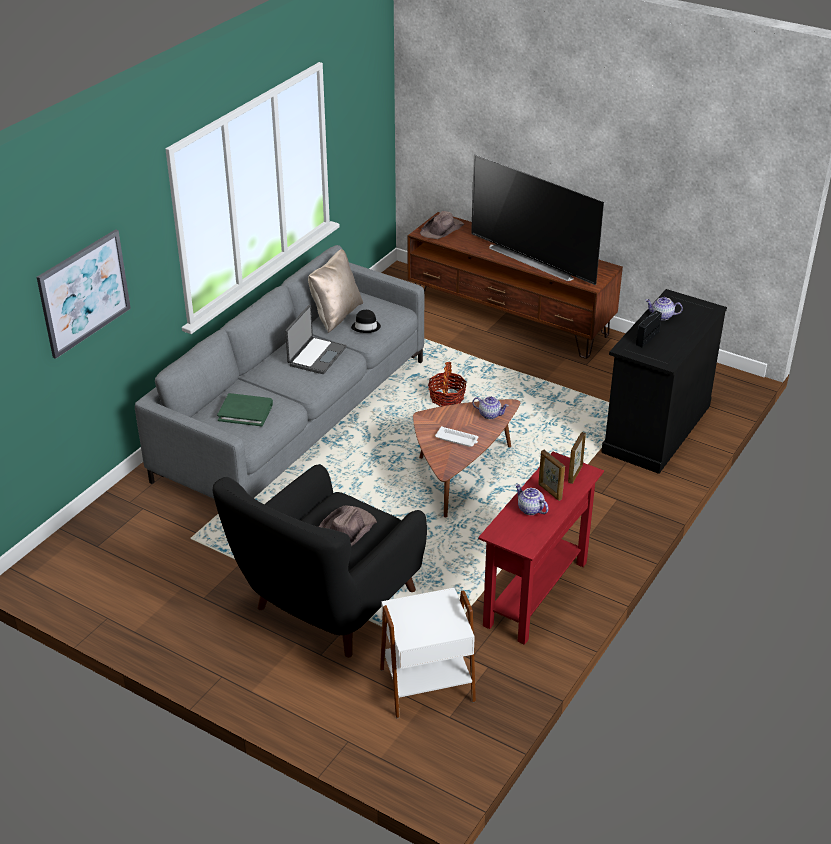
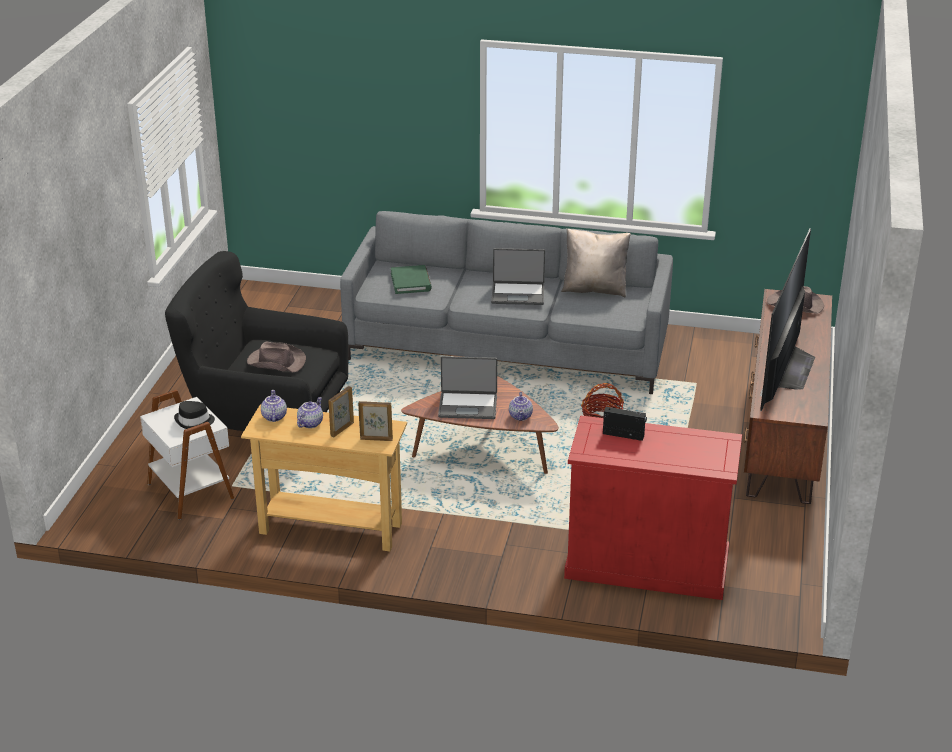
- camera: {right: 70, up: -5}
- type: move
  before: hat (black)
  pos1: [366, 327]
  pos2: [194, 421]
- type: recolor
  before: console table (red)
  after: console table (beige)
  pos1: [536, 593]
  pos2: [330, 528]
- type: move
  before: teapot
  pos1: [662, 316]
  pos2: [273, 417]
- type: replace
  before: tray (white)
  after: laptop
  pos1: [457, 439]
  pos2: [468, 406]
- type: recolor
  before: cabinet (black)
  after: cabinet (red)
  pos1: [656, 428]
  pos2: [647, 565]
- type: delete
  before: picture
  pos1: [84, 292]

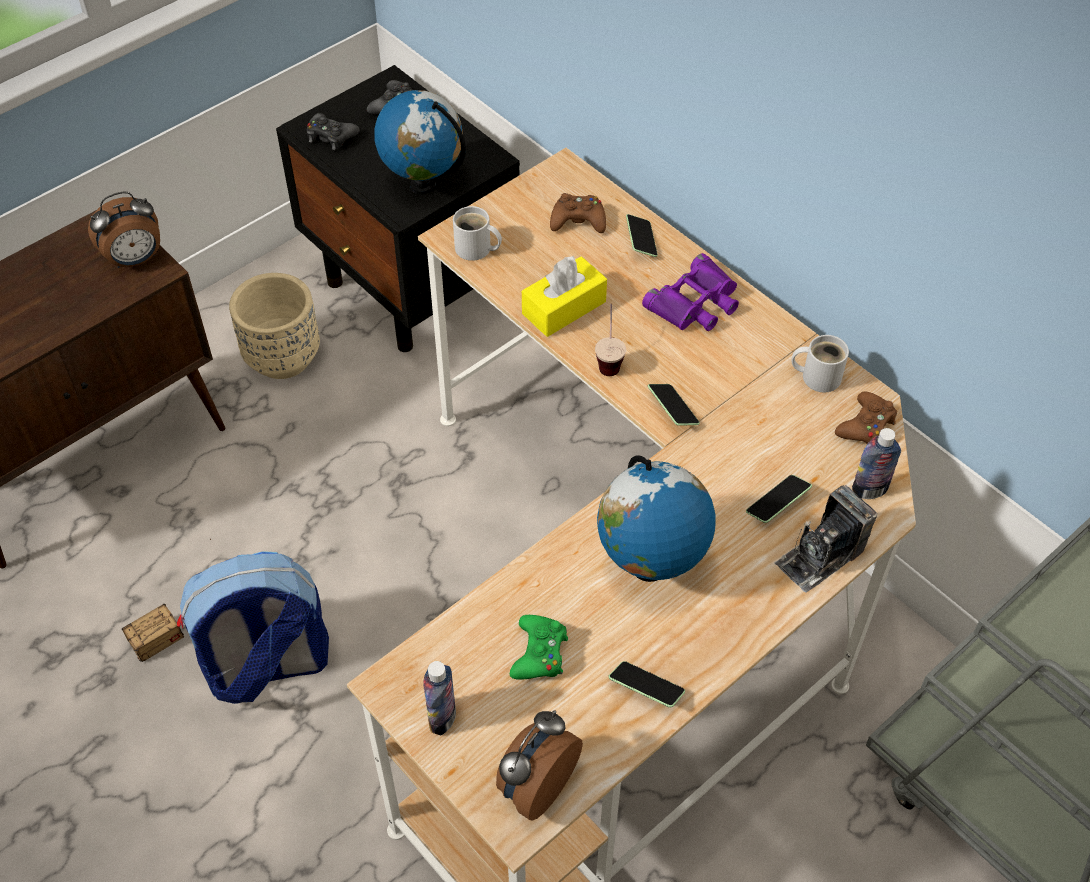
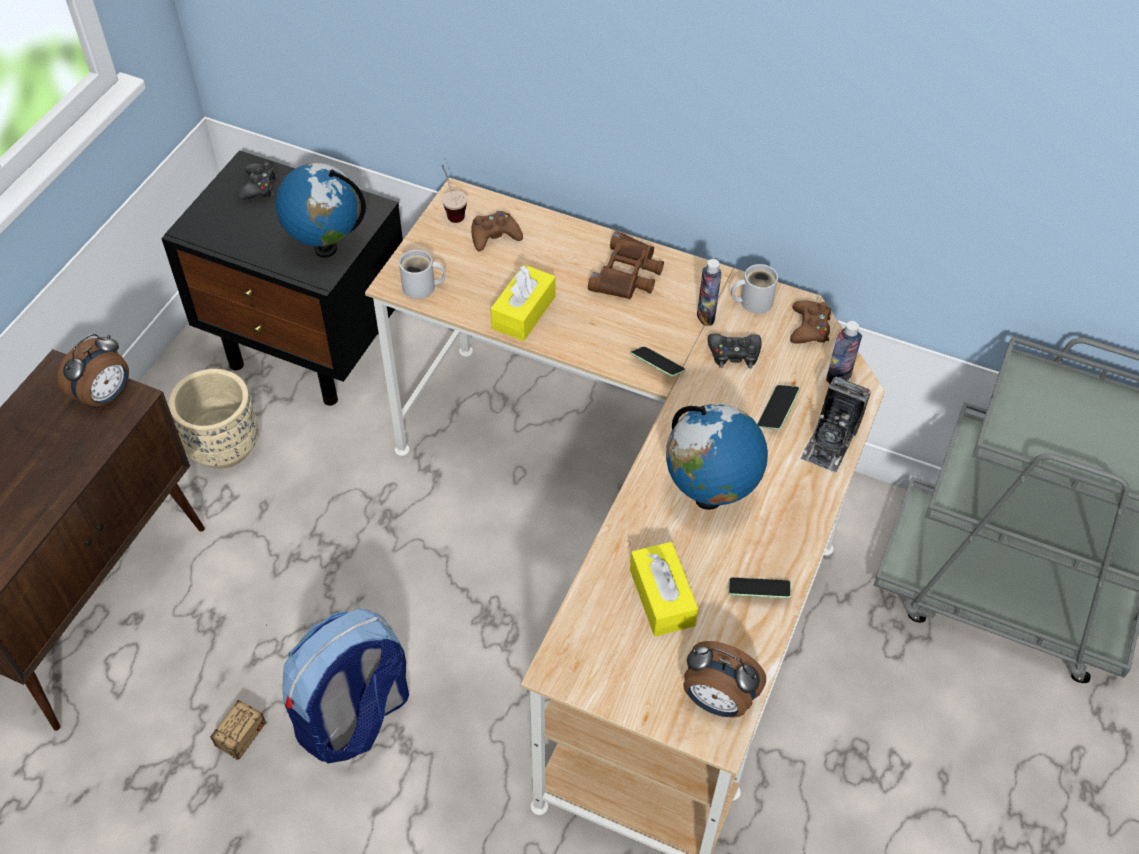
- camera: {right: -25, up: 0}
- type: move
  before: cup
  pos1: [609, 359]
  pos2: [452, 210]
- type: recolor
  before: binoculars (purple)
  after: binoculars (brown)
  pos1: [695, 303]
  pos2: [627, 274]
- type: replace
  before: game controller (green)
  after: tissue box (yellow)
  pos1: [539, 653]
  pos2: [662, 597]
- type: rotate
  before: alarm clock
  pos1: [535, 785]
  pos2: [717, 701]
  turn: -75
- type: move
  before: bottle
  pos1: [442, 718]
  pos2: [706, 315]
- type: move
  before: game controller (black)
  pos1: [331, 136]
  pos2: [734, 354]
- type: delete
  before: phone
  pos1: [641, 241]

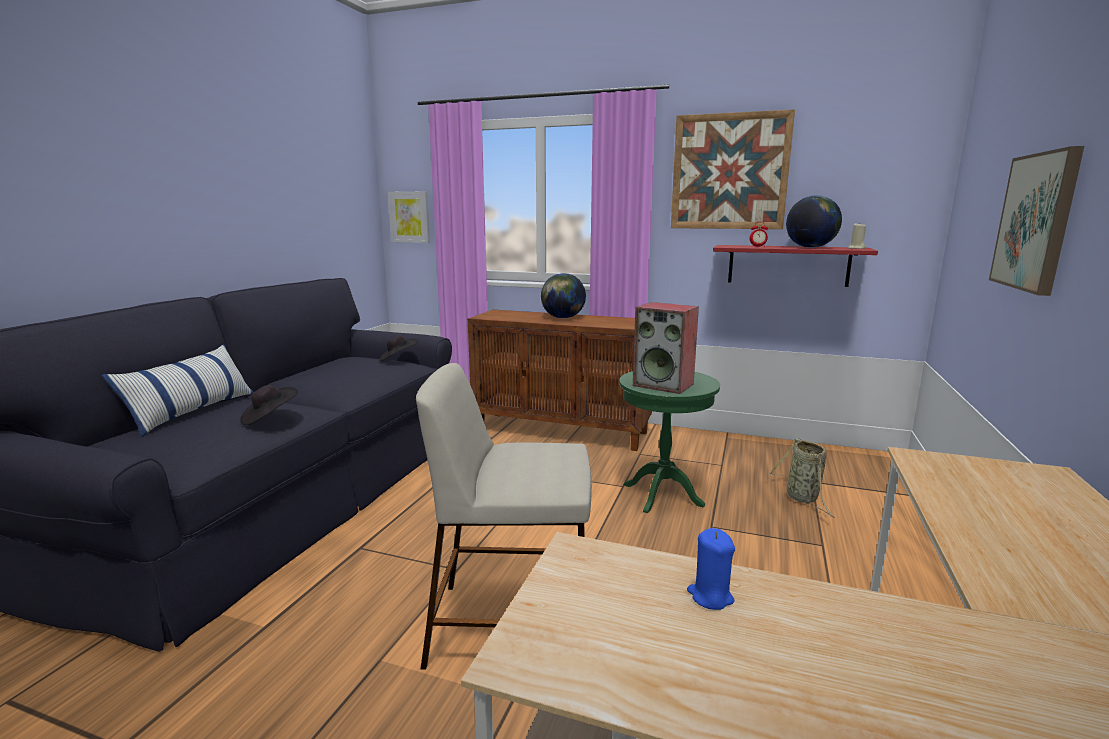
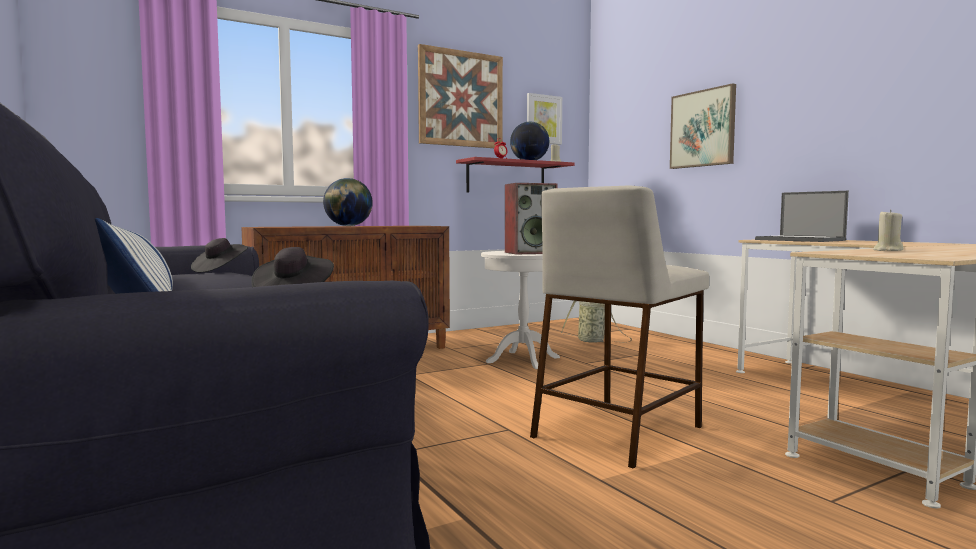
- camera: {right: -50, up: -10}
- type: recolor
  before: side table (green)
  after: side table (white)
  pos1: [663, 495]
  pos2: [523, 360]
- type: move
  before: picture
  pos1: [409, 217]
  pos2: [543, 119]
- type: insert
  after: laptop
  pos2: [801, 240]
- type: recolor
  before: candle (blue)
  after: candle (beige)
  pos1: [710, 596]
  pos2: [887, 250]

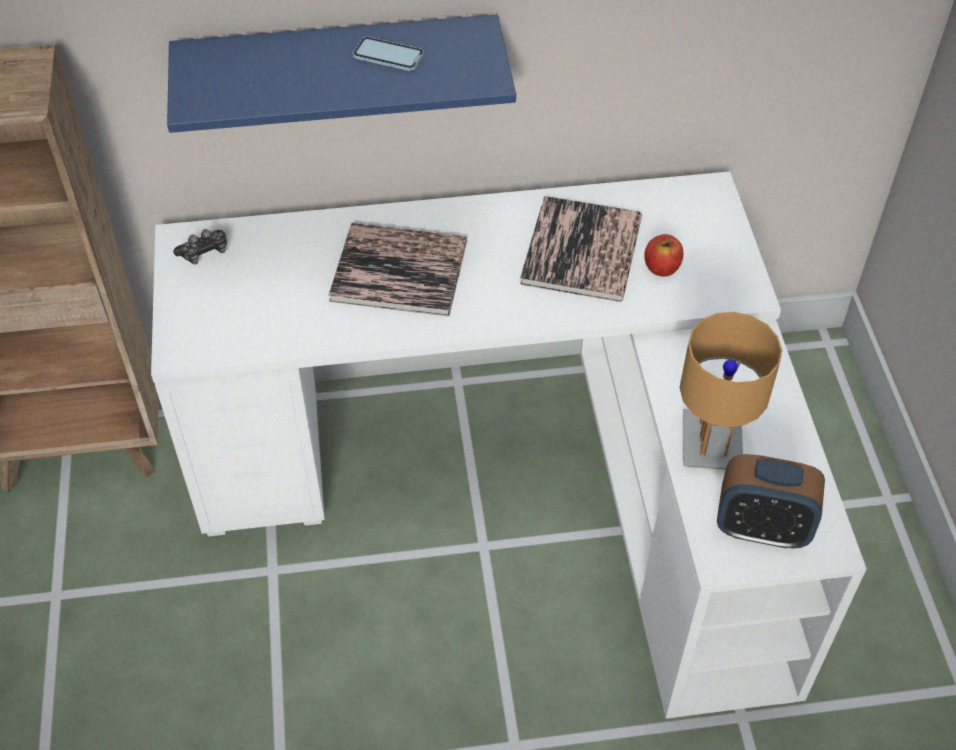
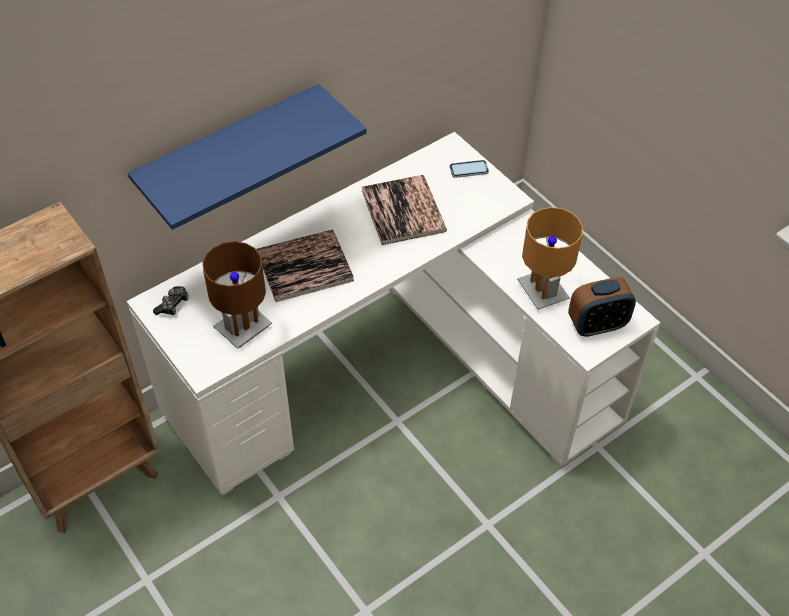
- camera: {right: -30, up: 0}
- type: insert
  after: table lamp (brown)
  pos2: [243, 328]
- type: move
  before: phone
  pos1: [388, 56]
  pos2: [469, 170]
- type: delete
  before: apple
  pos1: [661, 267]

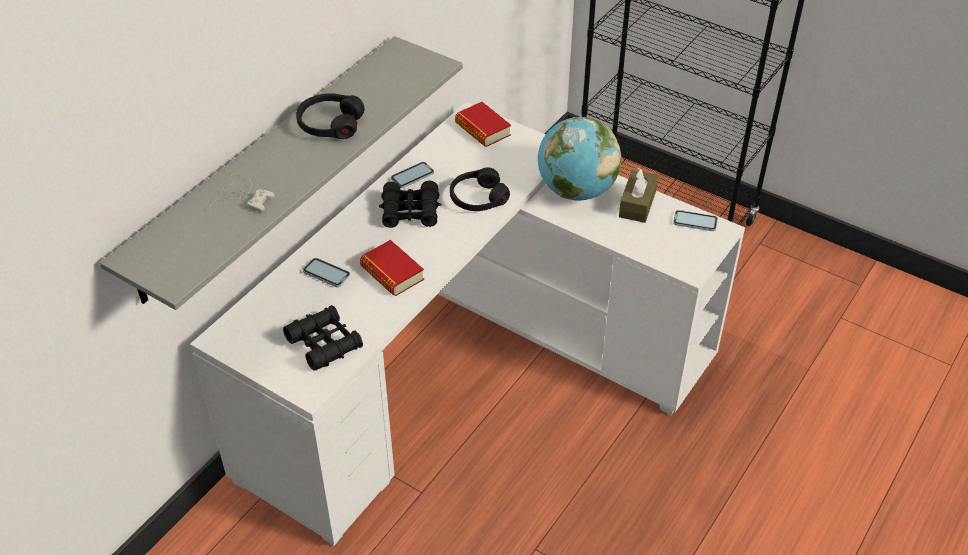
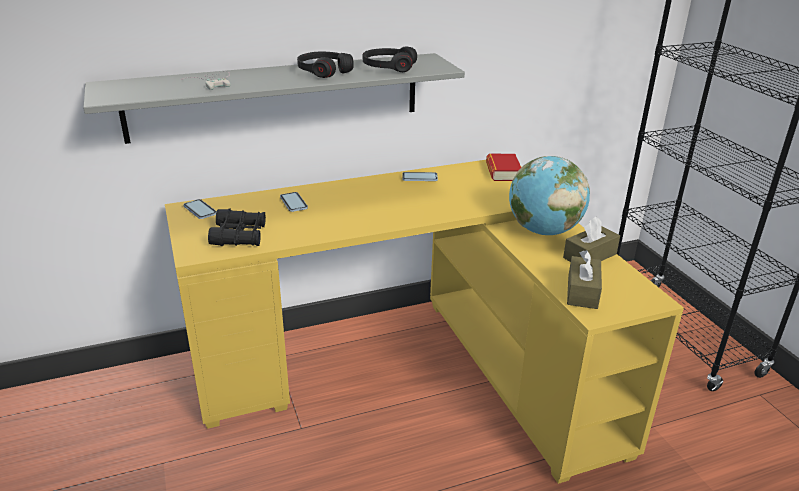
- camera: {right: 35, up: -15}
- type: recolor
  before: desk (white)
  after: desk (yellow)
  pos1: [466, 370]
  pos2: [415, 367]
- type: move
  before: phone
  pos1: [695, 222]
  pos2: [200, 210]
- type: move
  before: headphones (black)
  pos1: [478, 198]
  pos2: [389, 67]
- type: insert
  after: tissue box (brown)
  pos2: [582, 291]
- type: delete
  before: book
  pos1: [392, 273]
- type: delete
  before: binoculars (black)
  pos1: [410, 211]

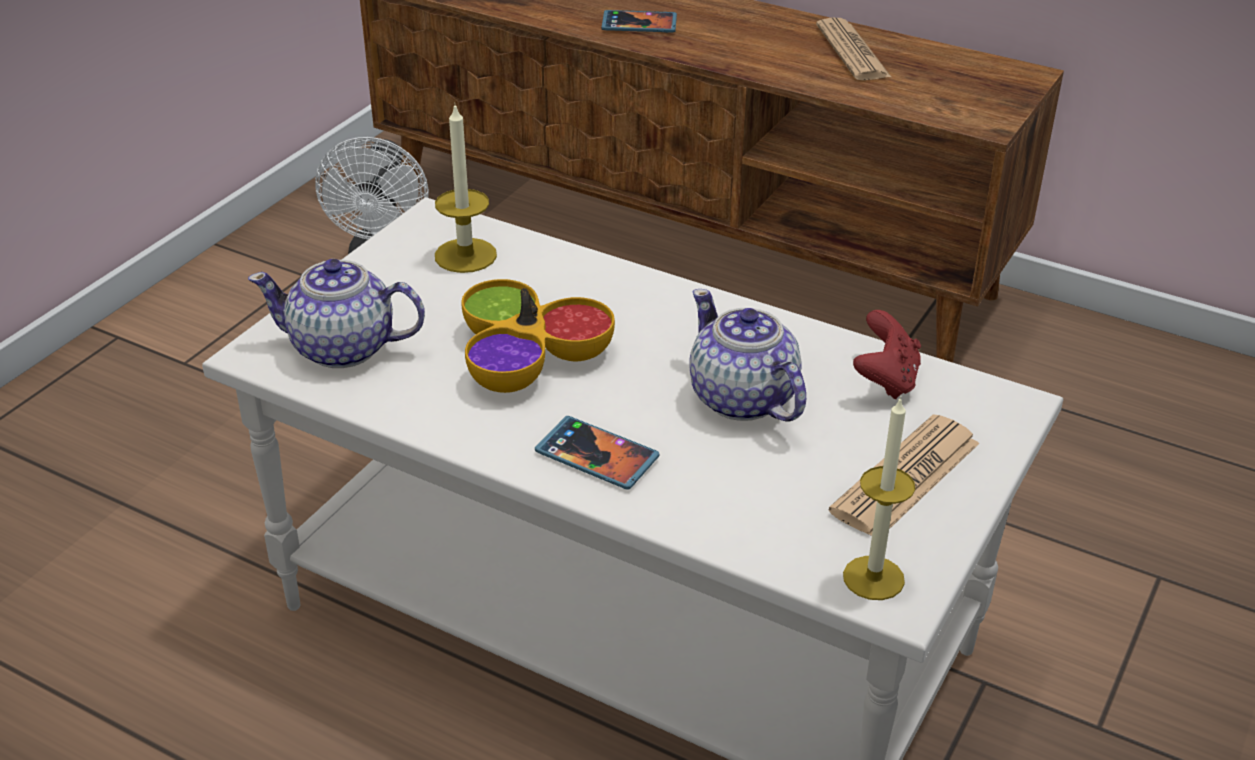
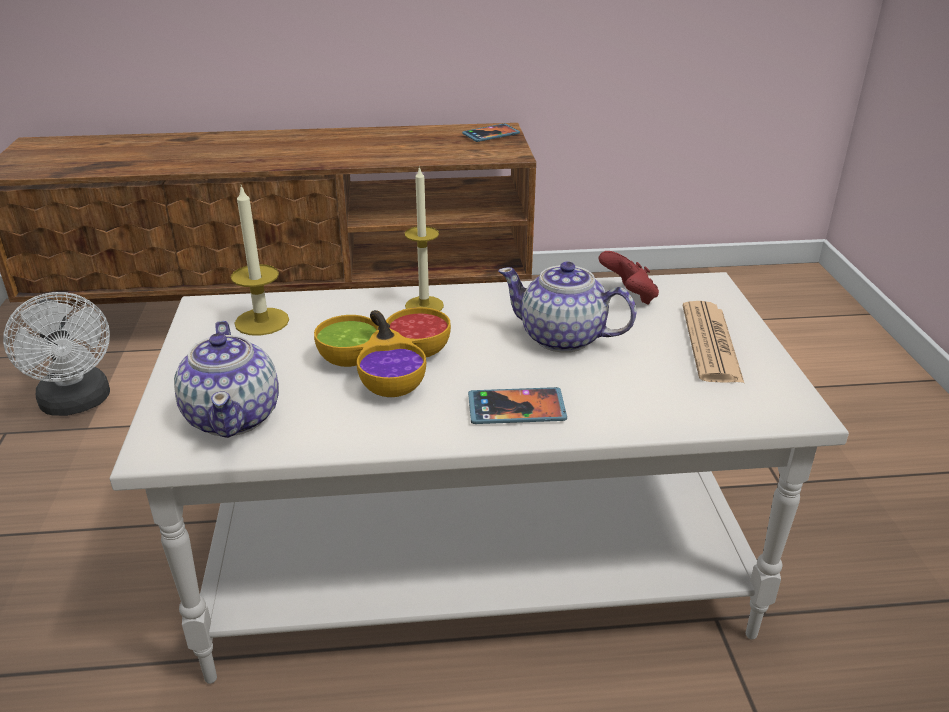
- camera: {right: -35, up: -5}
- type: rotate
  before: teapot
  pos1: [344, 348]
  pos2: [234, 416]
  turn: -75
- type: move
  before: candle
  pos1: [873, 578]
  pos2: [424, 306]
- type: move
  before: phone
  pos1: [639, 24]
  pos2: [491, 135]
- type: delete
  before: newspaper
  pos1: [852, 51]

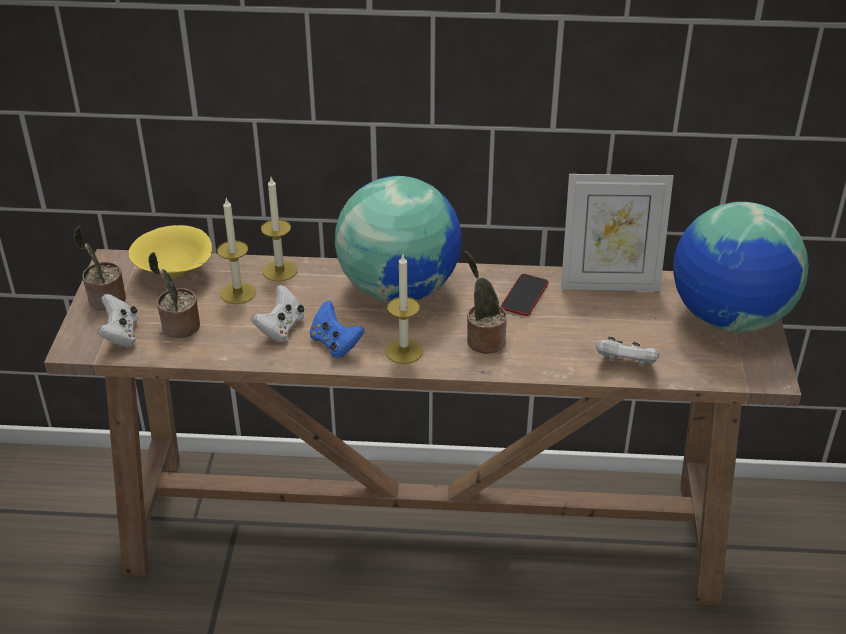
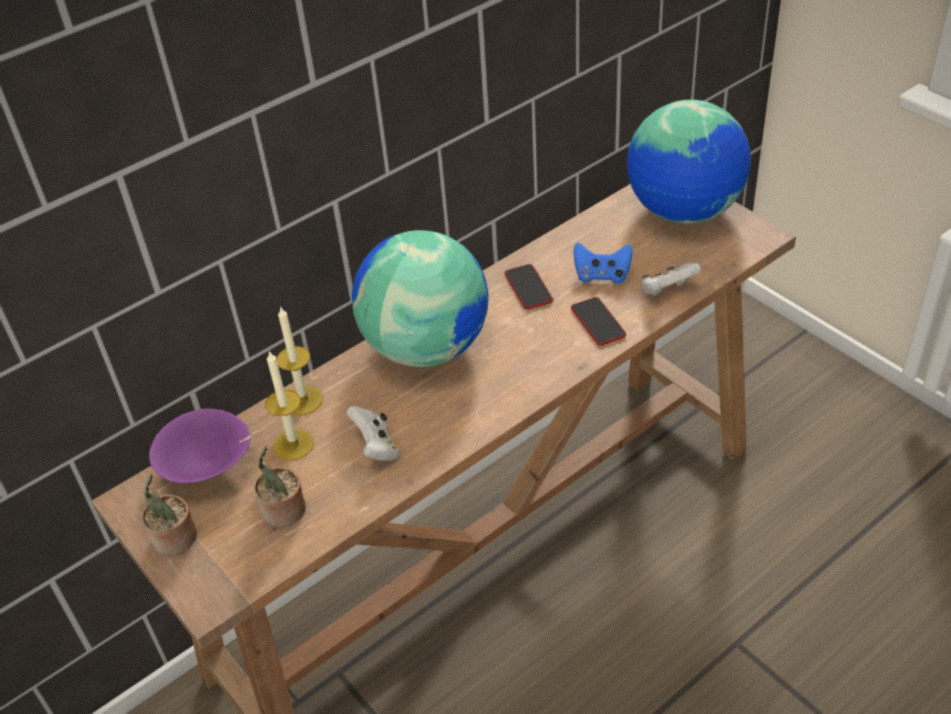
- camera: {right: -40, up: 5}
- type: recolor
  before: bowl (yellow)
  after: bowl (purple)
  pos1: [176, 274]
  pos2: [209, 468]
- type: insert
  after: phone
  pos2: [598, 322]
- type: move
  before: game controller (blue)
  pos1: [335, 344]
  pos2: [602, 275]
- type: delete
  before: game controller (white)
  pos1: [121, 335]
- type: delete
  before: candle
  pos1: [404, 351]
- type: delete
  before: potted plant
  pos1: [483, 340]
- type: delete
  before: picture frame
  pos1: [609, 283]

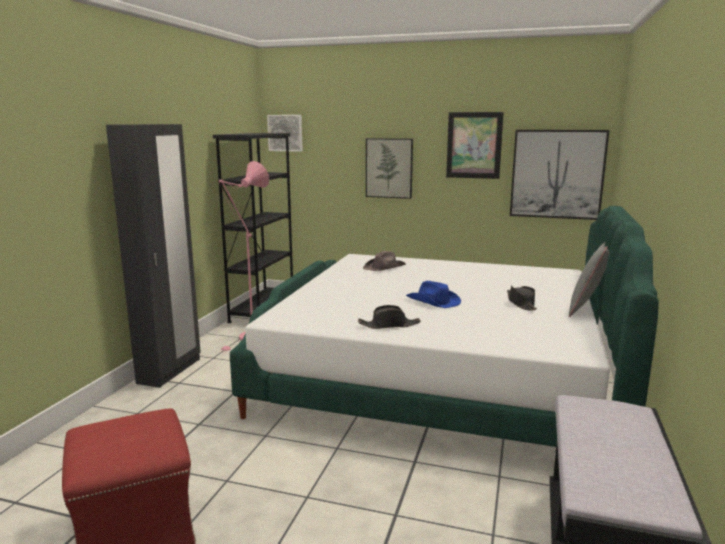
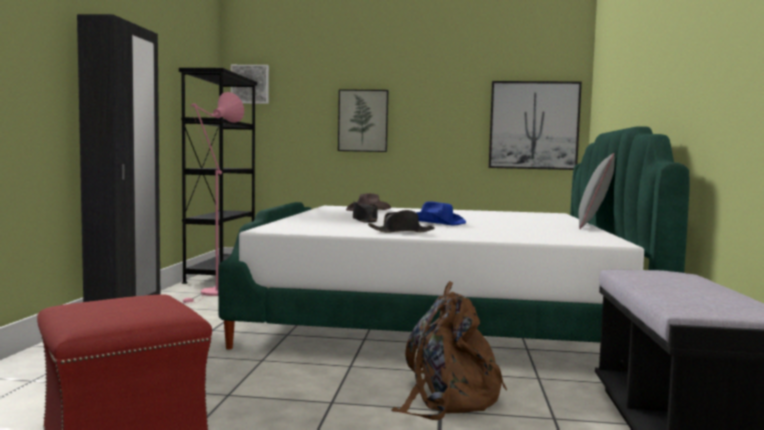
- camera: {right: -10, up: -10}
- type: move
  before: hat (black)
  pos1: [521, 303]
  pos2: [364, 220]
- type: insert
  after: backpack (brown)
  pos2: [447, 398]
- type: delete
  before: picture
  pos1: [474, 145]

